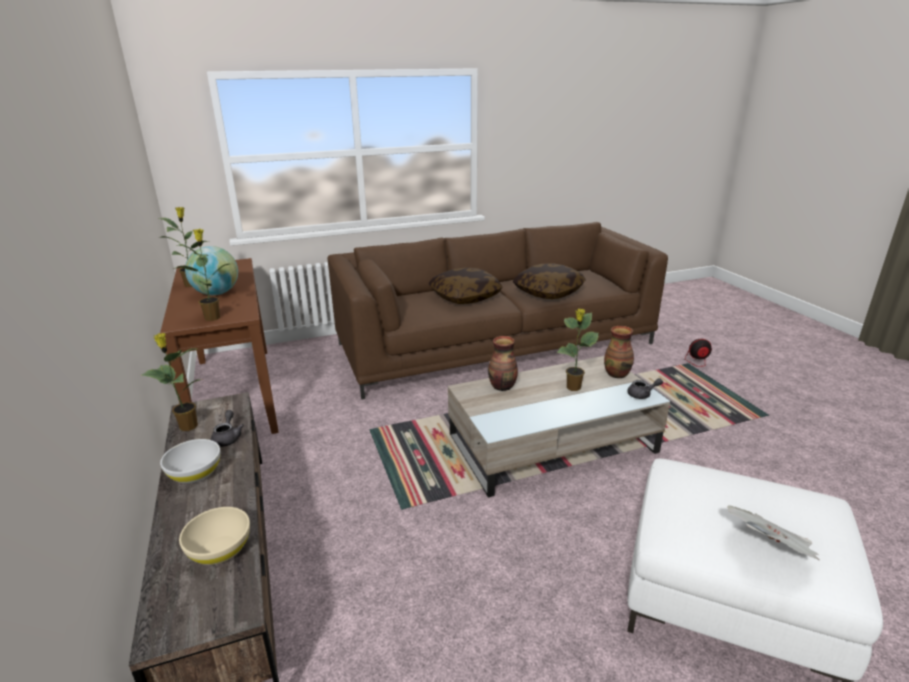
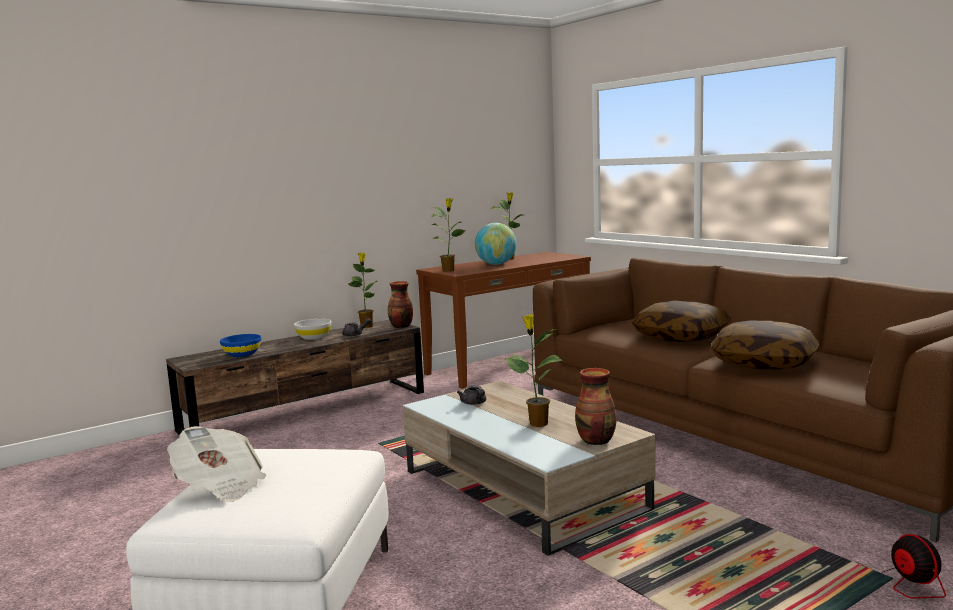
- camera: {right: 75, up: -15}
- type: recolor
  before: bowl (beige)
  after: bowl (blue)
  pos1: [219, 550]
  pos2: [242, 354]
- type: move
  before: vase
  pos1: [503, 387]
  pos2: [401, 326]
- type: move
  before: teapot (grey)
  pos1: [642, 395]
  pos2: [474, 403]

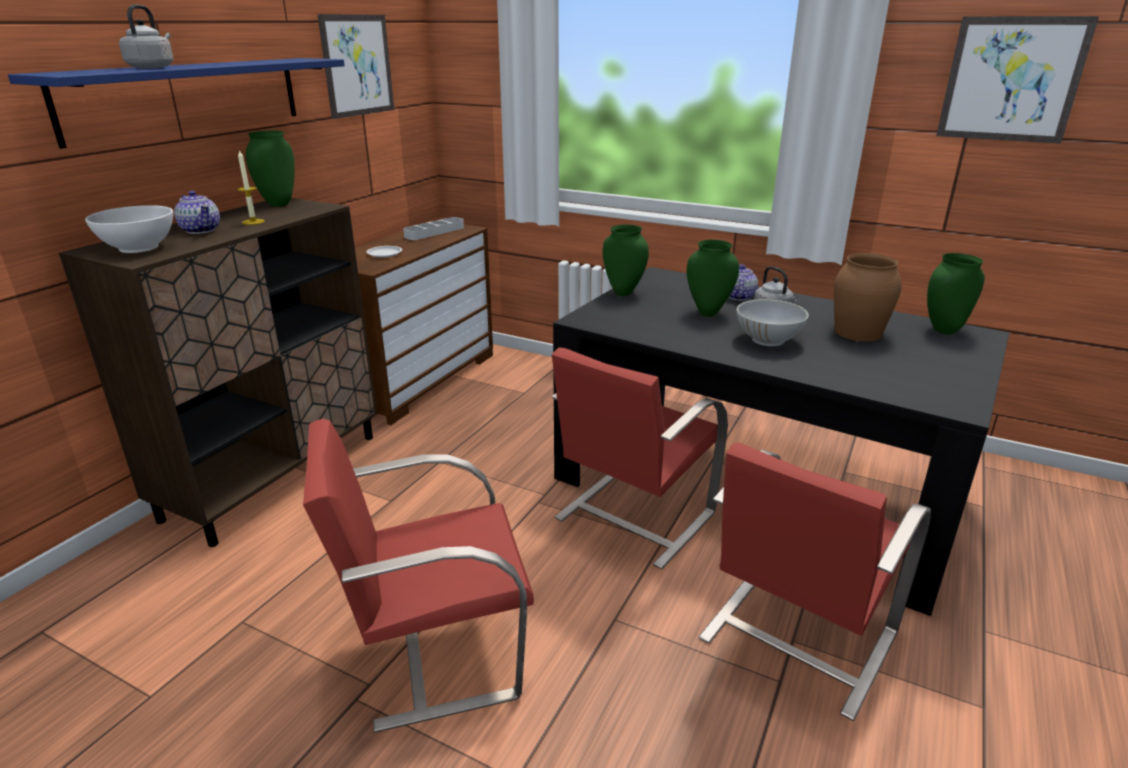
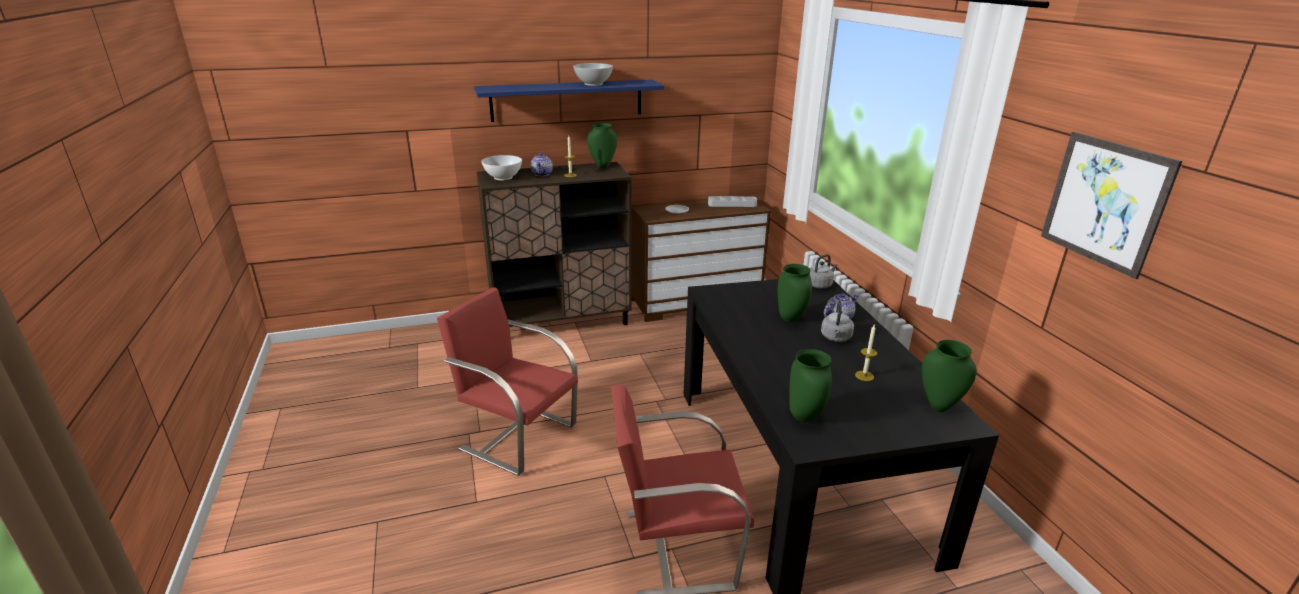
- camera: {right: 45, up: 0}
- type: move
  before: bowl (white)
  pos1: [768, 340]
  pos2: [593, 84]
- type: move
  before: vase (green)
  pos1: [624, 293]
  pos2: [806, 417]
- type: move
  before: kettle (grey)
  pos1: [152, 67]
  pos2: [819, 284]
- type: replace
  before: vase (brown)
  after: candle
  pos1: [857, 332]
  pos2: [864, 376]
- type: delete
  before: picture
  pos1: [357, 65]
- type: delete
  before: chair (red)
  pos1: [632, 517]

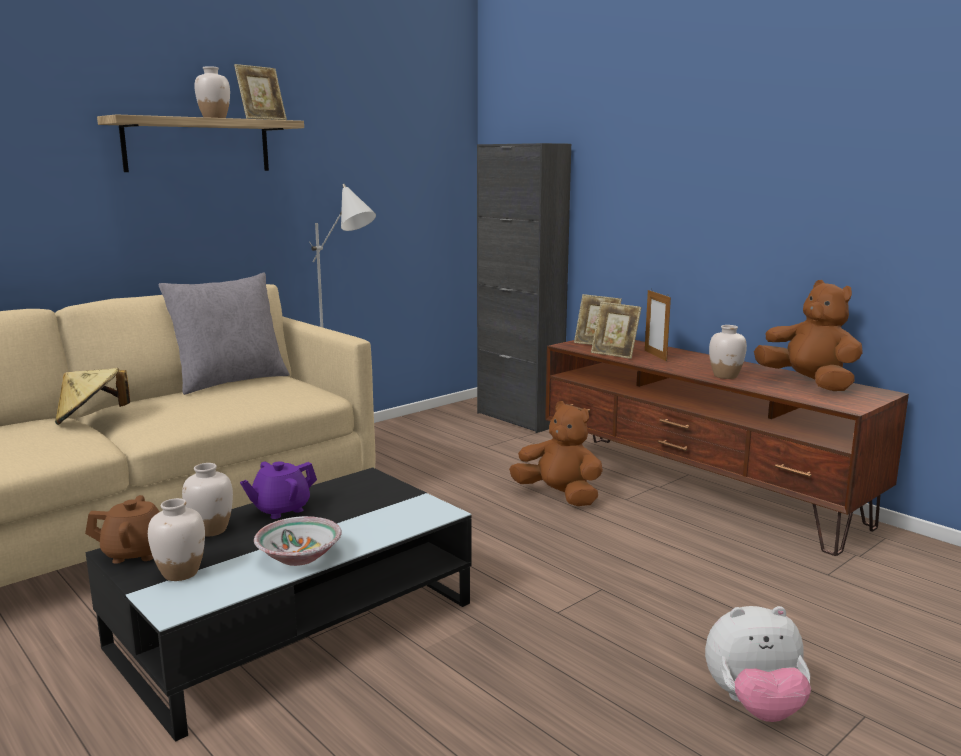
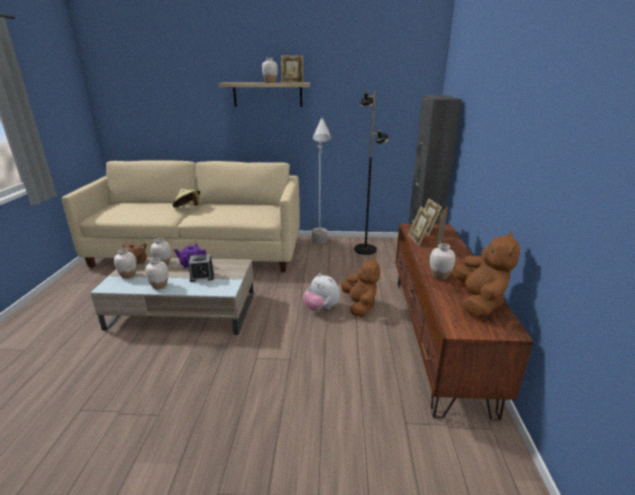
- camera: {right: 45, up: 10}
- type: recolor
  before: coffee table (black)
  after: coffee table (beige)
  pos1: [294, 625]
  pos2: [183, 310]
- type: replace
  before: bowl
  after: vase (white)
  pos1: [300, 557]
  pos2: [159, 286]
- type: insert
  after: alarm clock
  pos2: [202, 277]
- type: move
  before: plush toy
  pos1: [754, 706]
  pos2: [321, 308]
- type: insert
  after: floor lamp (black)
  pos2: [365, 249]
- type: delete
  before: pillow (grey)
  pos1: [230, 381]

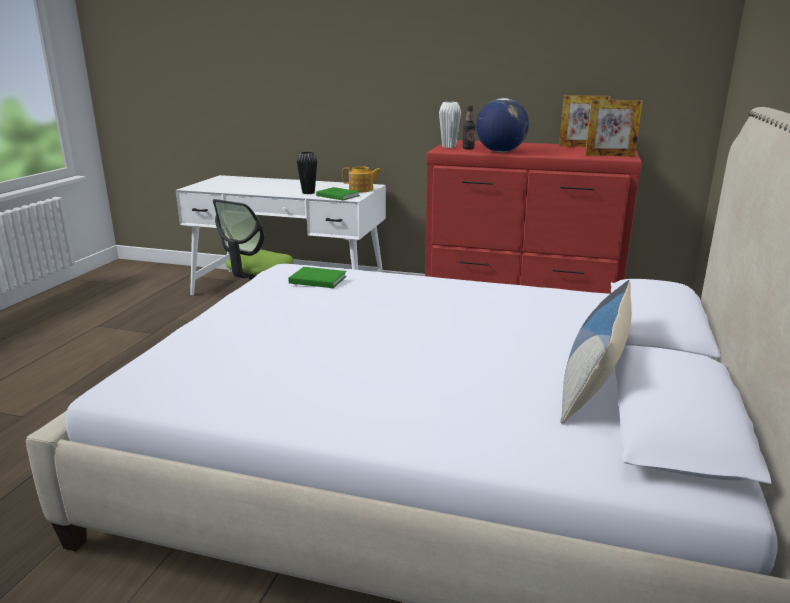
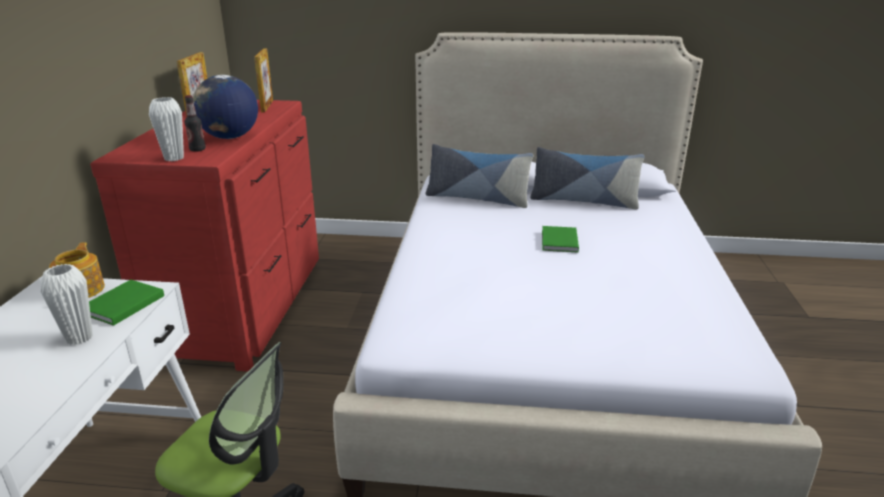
- camera: {right: -100, up: 5}
- type: recolor
  before: vase (black)
  after: vase (white)
  pos1: [308, 193]
  pos2: [79, 338]
- type: insert
  after: pillow
  pos2: [477, 198]
- type: move
  before: book (green)
  pos1: [317, 279]
  pos2: [558, 242]

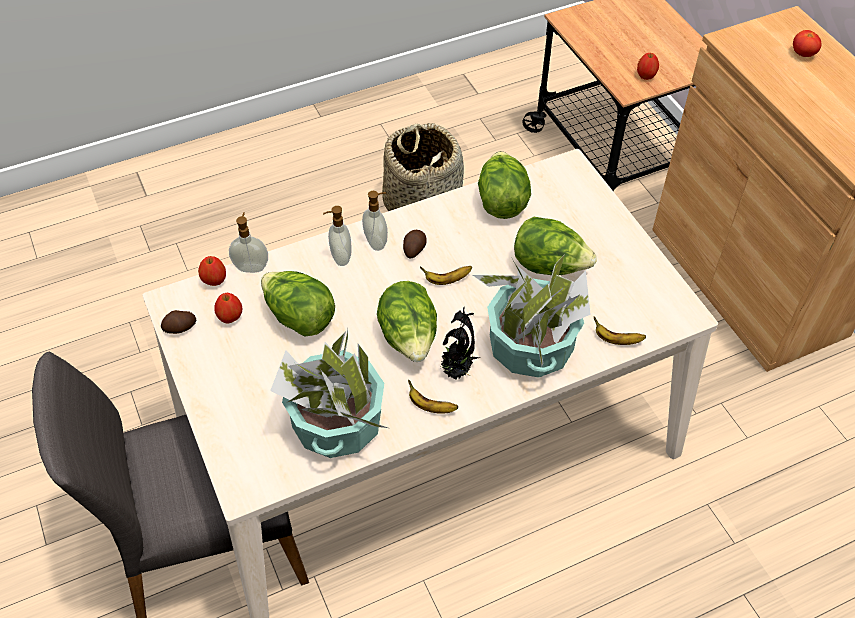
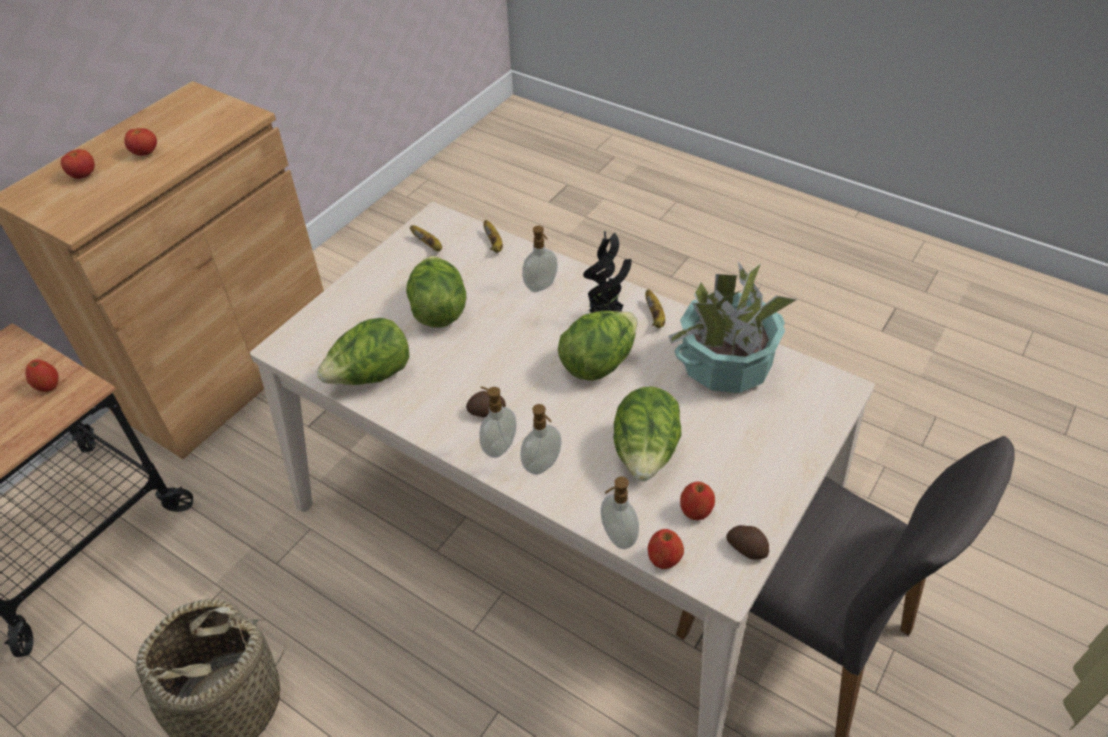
- camera: {right: -120, up: -5}
- type: insert
  after: tomato
  pos2: [145, 153]
- type: move
  before: banana
  pos1: [447, 280]
  pos2: [429, 245]
- type: replace
  before: potted plant
  after: soap dispenser
  pos1: [531, 346]
  pos2: [541, 286]

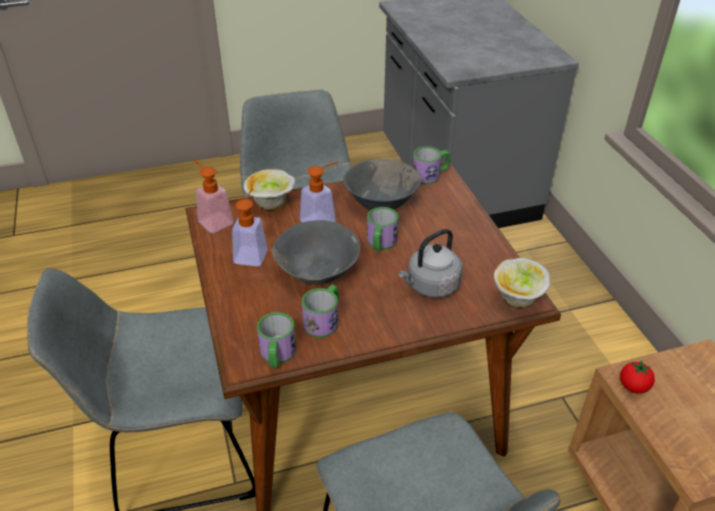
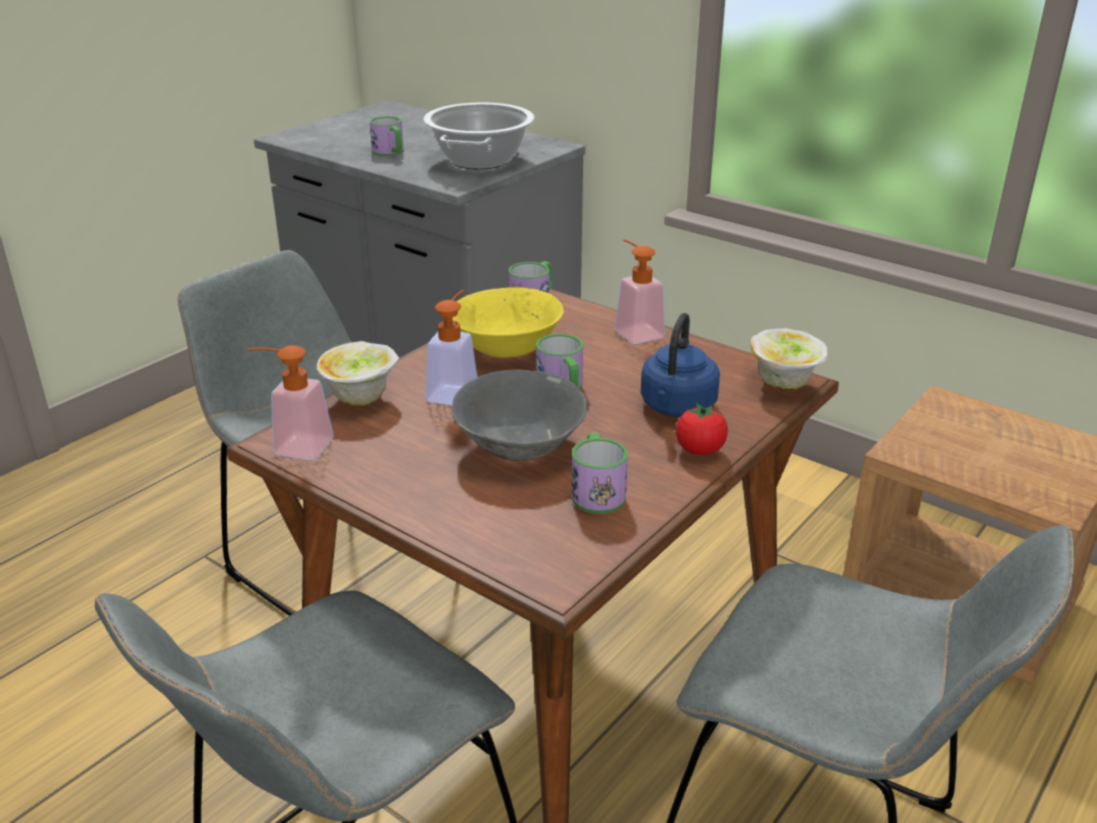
- camera: {right: -35, up: -10}
- type: move
  before: mug
  pos1: [277, 355]
  pos2: [390, 153]
- type: insert
  after: cooking pot
  pos2: [480, 160]
- type: recolor
  before: bowl (grey)
  after: bowl (yellow)
  pos1: [381, 201]
  pos2: [508, 347]
- type: move
  before: soap dispenser
  pos1: [252, 252]
  pos2: [634, 331]
- type: recolor
  before: kettle (grey)
  after: kettle (blue)
  pos1: [430, 286]
  pos2: [677, 408]
- type: move
  before: tomato
  pos1: [633, 386]
  pos2: [699, 450]

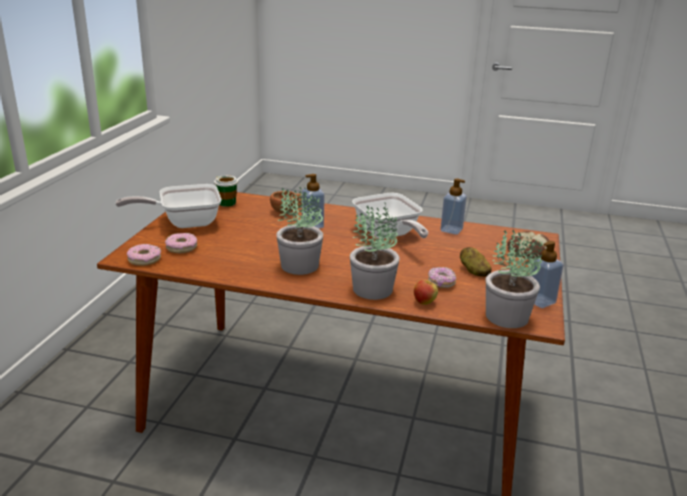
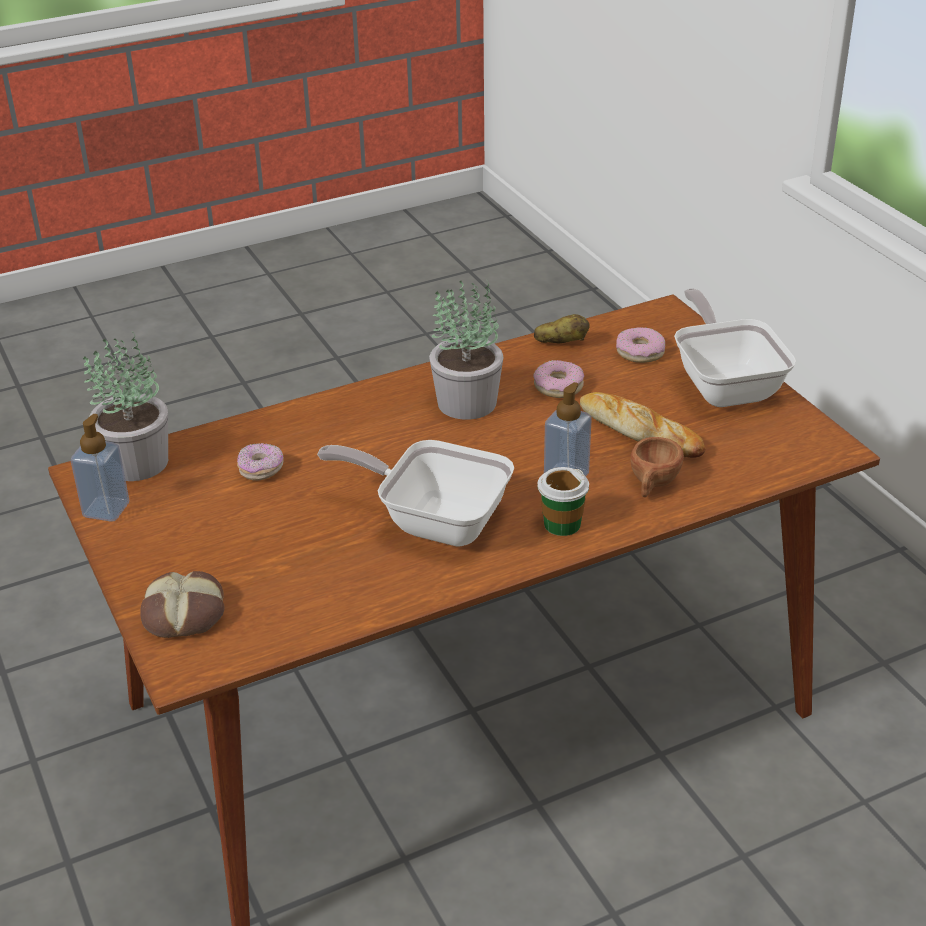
- camera: {right: 140, up: 10}
- type: move
  before: donut
  pos1: [144, 259]
  pos2: [558, 386]
- type: move
  before: potato
  pos1: [473, 271]
  pos2: [561, 343]
- type: move
  before: cup
  pos1: [227, 203]
  pos2: [562, 524]
- type: insert
  after: bread
  pos2: [640, 431]
- type: rotate
  before: frying pan
  pos1: [184, 222]
  pos2: [725, 384]
  turn: -45
- type: delete
  before: potted plant
  pos1: [372, 289]
- type: delete
  before: apple
  pos1: [424, 302]
- type: delete
  before: soap dispenser
  pos1: [451, 230]

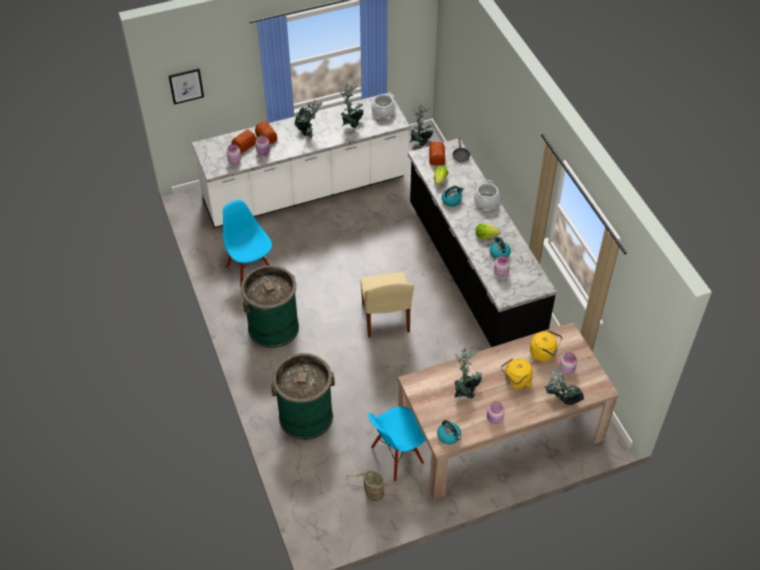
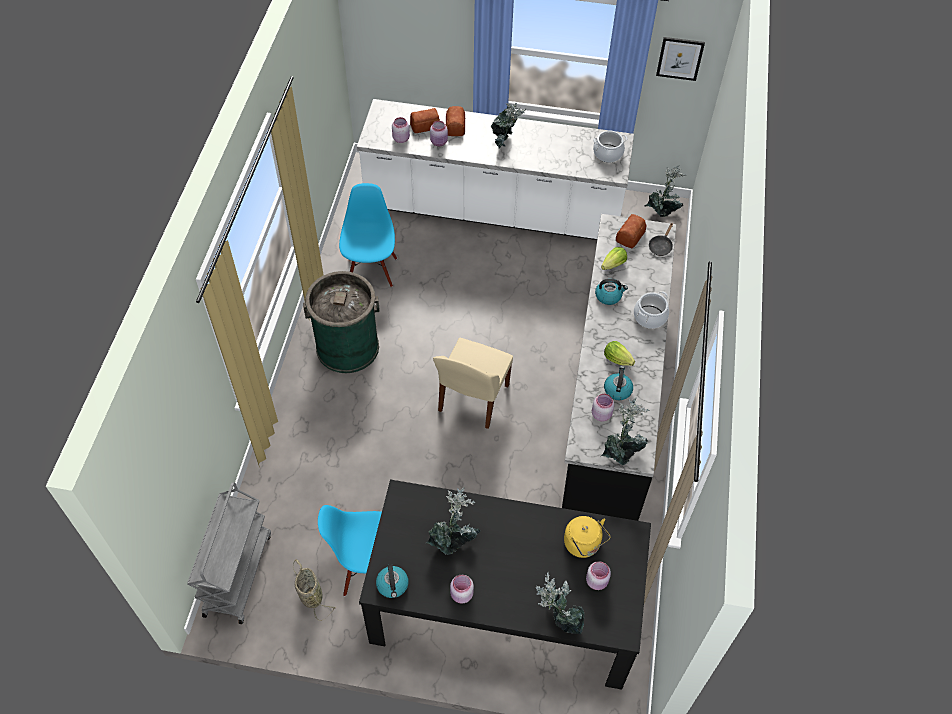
- camera: {right: 30, up: 5}
- type: insert
  after: cart (grey)
  pos2: [237, 573]
- type: recolor
  before: dining table (beige)
  after: dining table (black)
  pos1: [500, 432]
  pos2: [504, 606]
- type: move
  before: potted plant
  pos1: [351, 124]
  pos2: [621, 453]
- type: move
  before: picture
  pos1: [186, 85]
  pos2: [680, 58]
- type: delete
  before: trash can (green)
  pos1: [306, 416]
- type: delete
  before: kettle (yellow)
  pos1: [516, 381]

